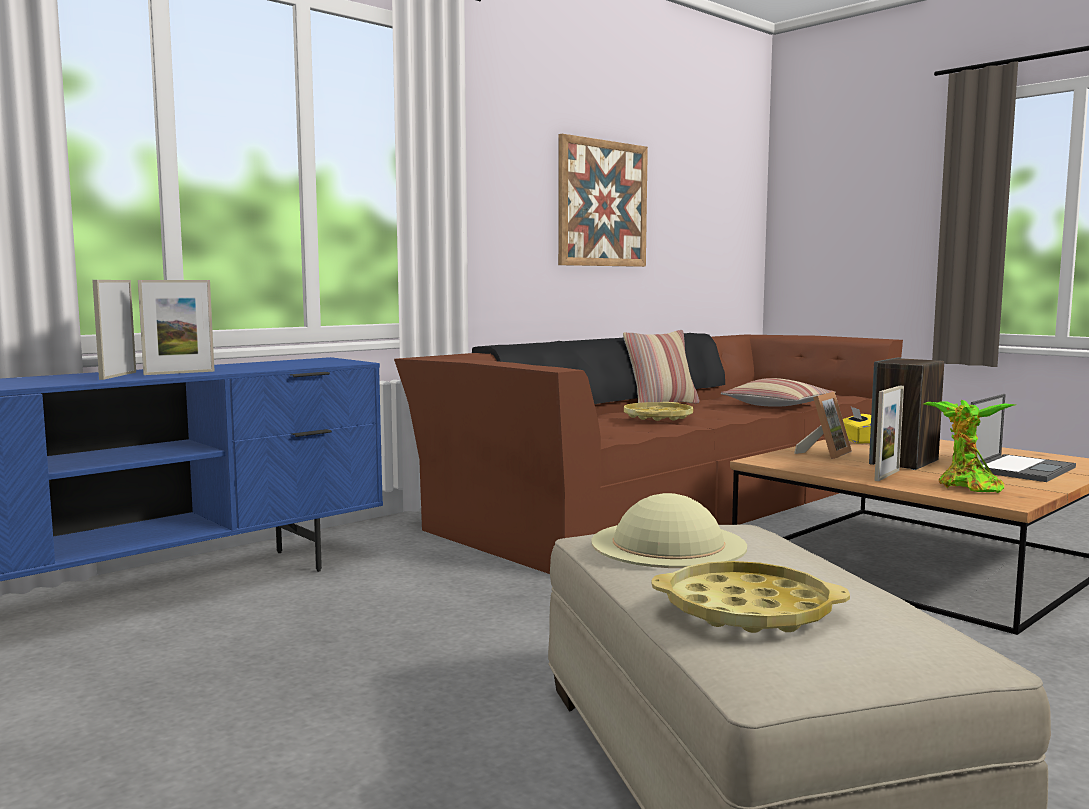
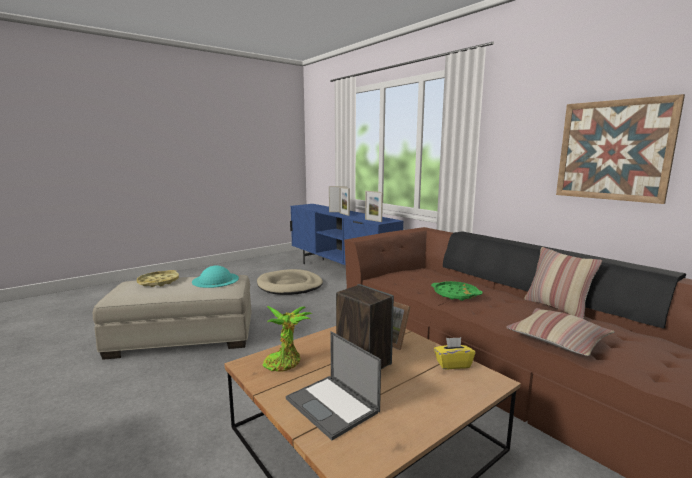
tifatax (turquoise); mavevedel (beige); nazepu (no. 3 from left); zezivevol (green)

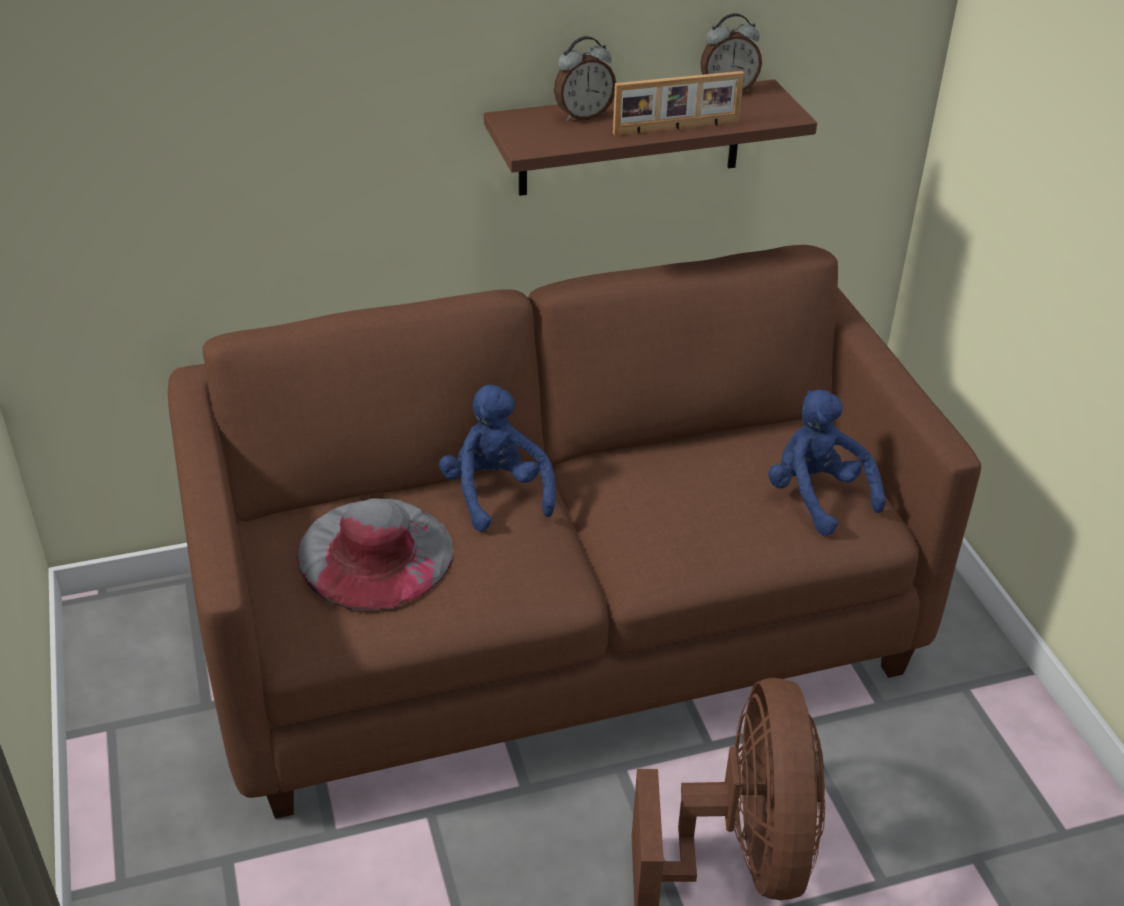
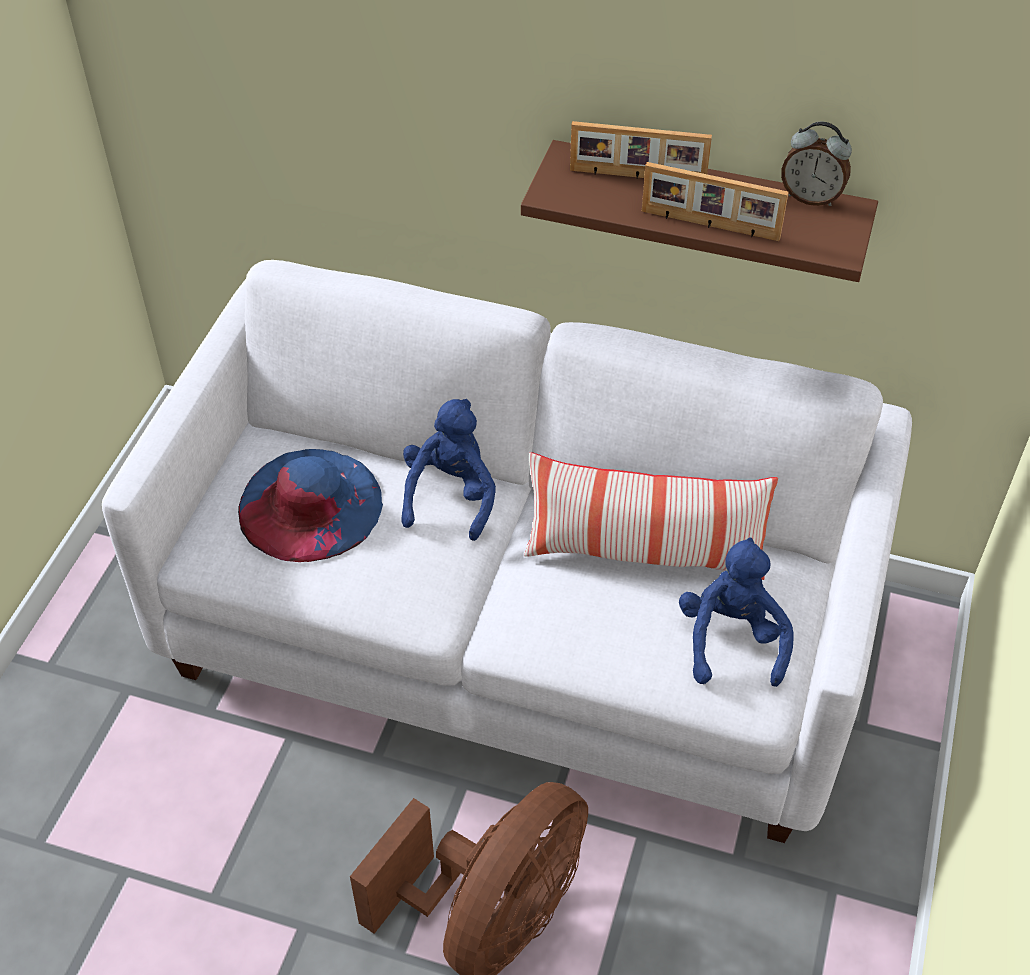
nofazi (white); tifatax (blue); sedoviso; nazepu (no. 1 from left)

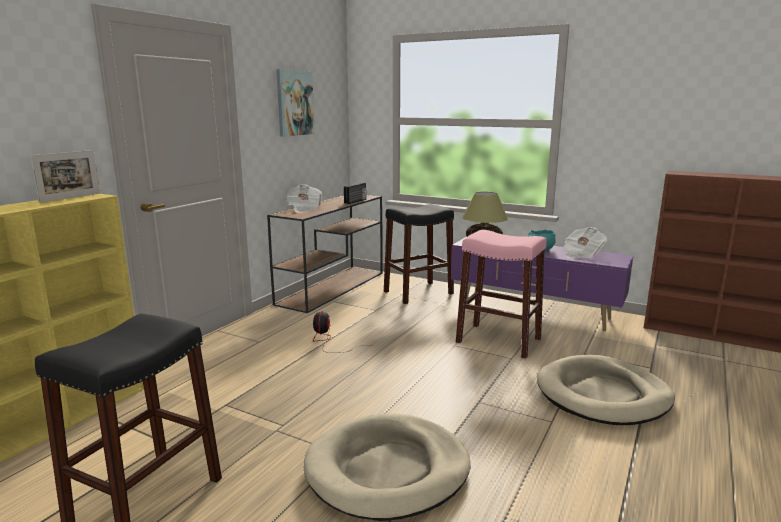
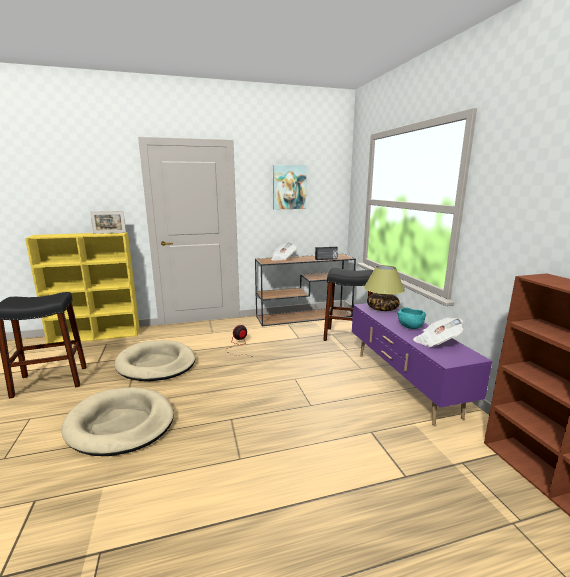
mavevedel (beige) (no. 2 from left); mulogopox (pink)

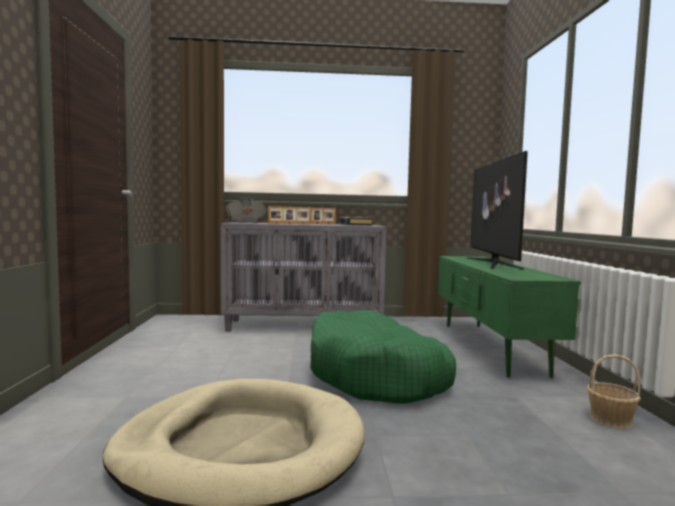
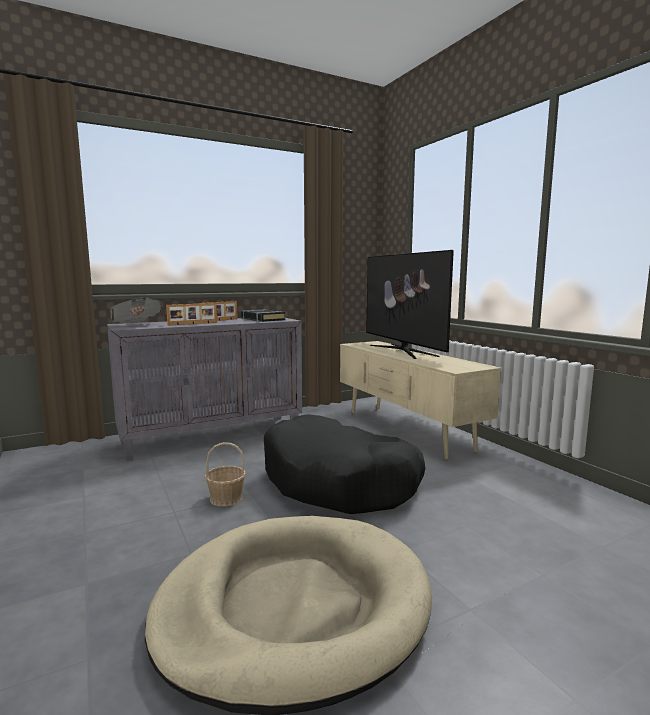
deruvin; mavevedel (black); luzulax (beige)

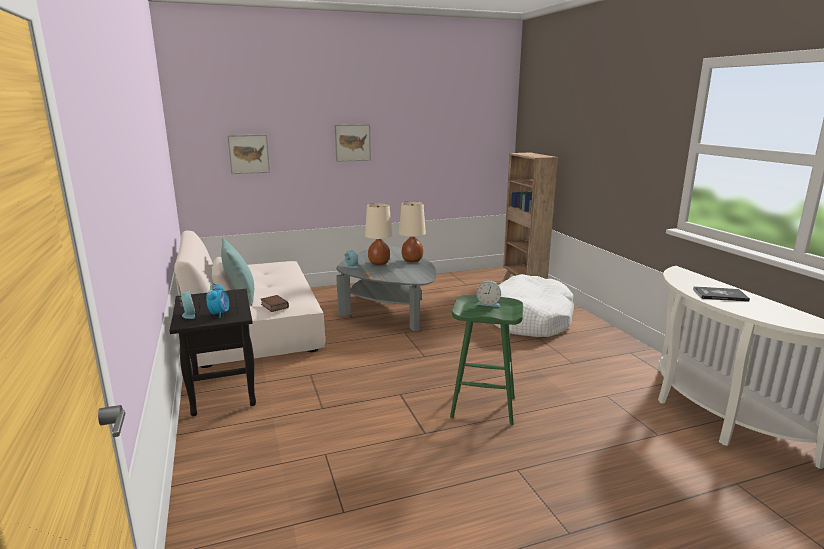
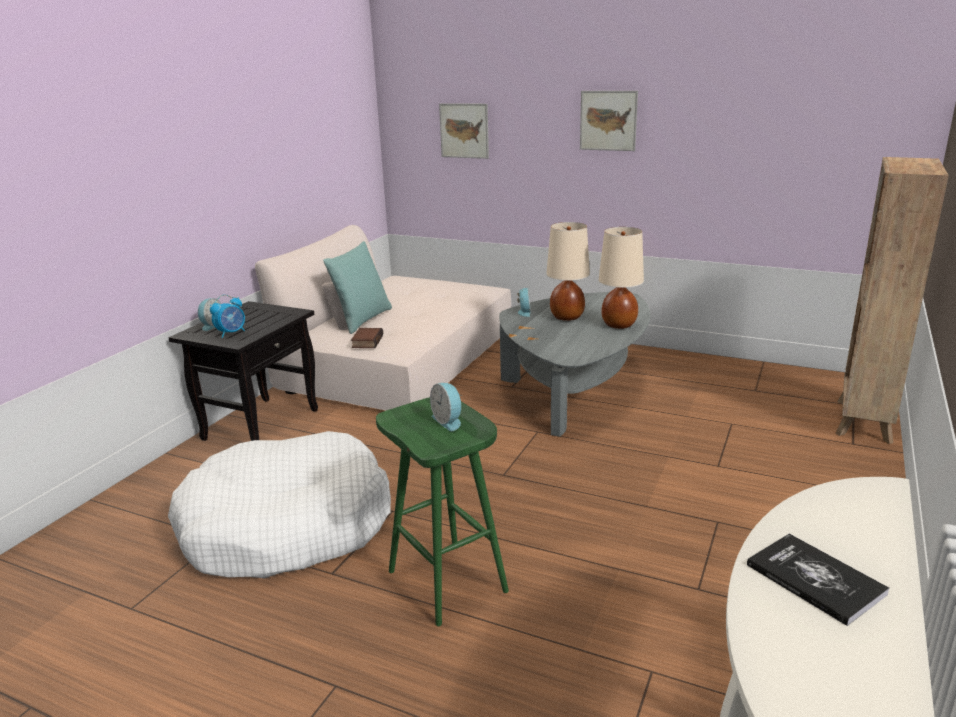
mavevedel (white)

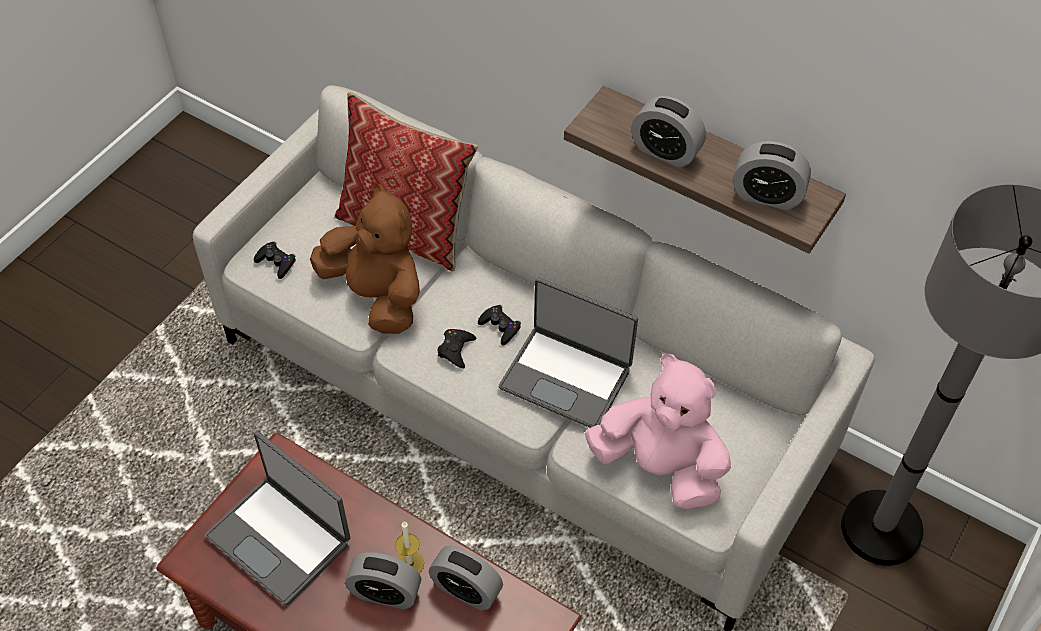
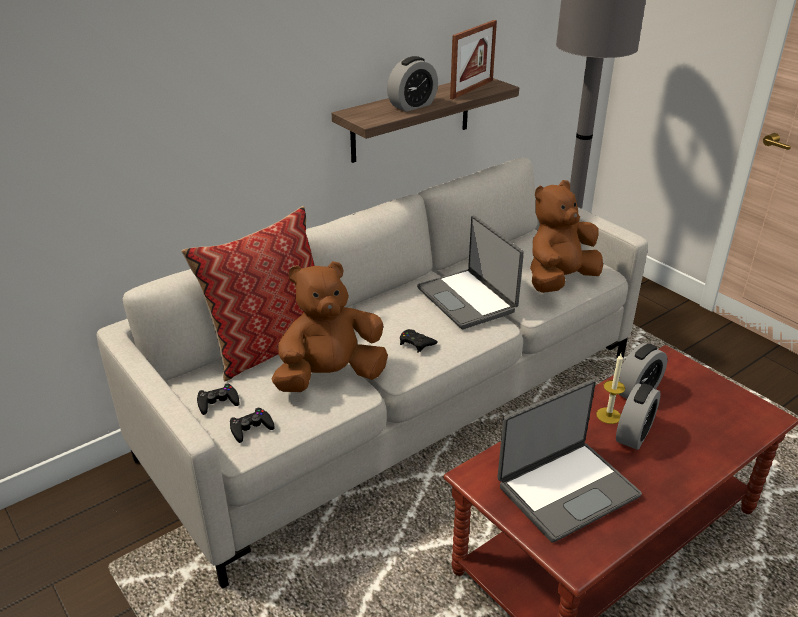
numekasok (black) (no. 1 from left); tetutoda (no. 1 from left); nazepu; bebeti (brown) (no. 2 from left)

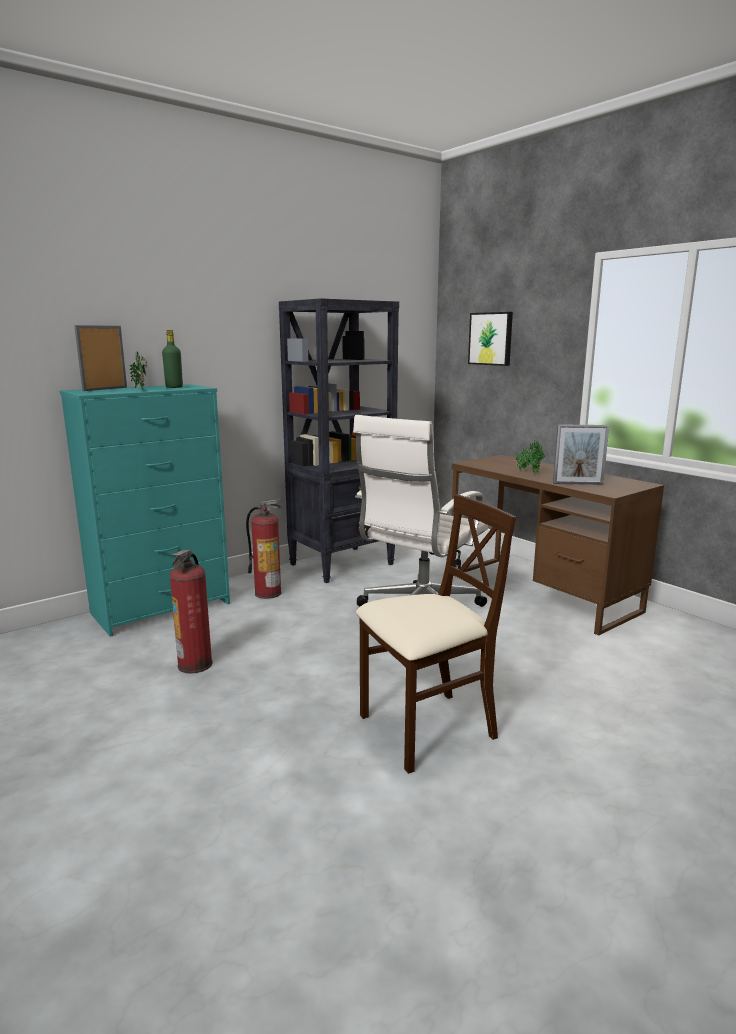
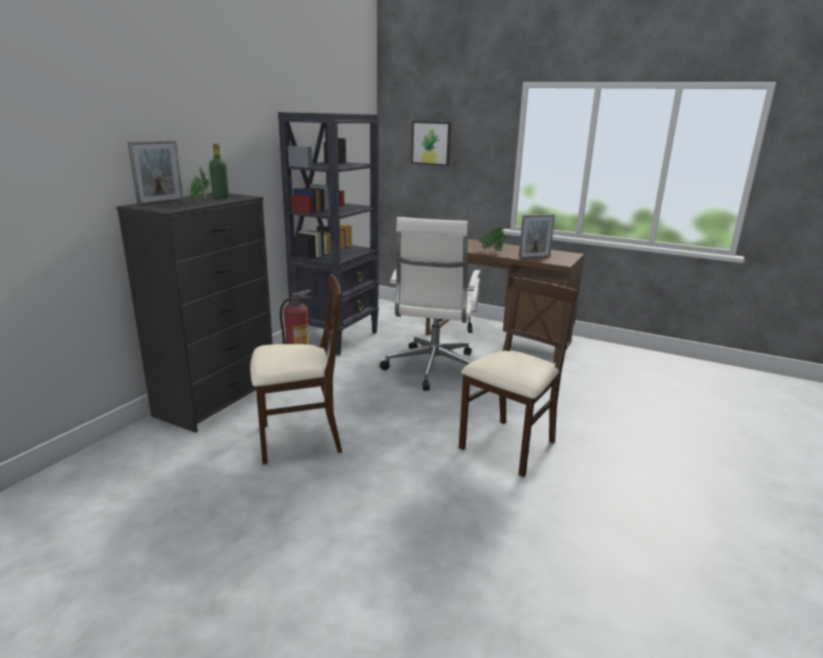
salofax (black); nazepu (no. 1 from left); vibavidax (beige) (no. 1 from left)

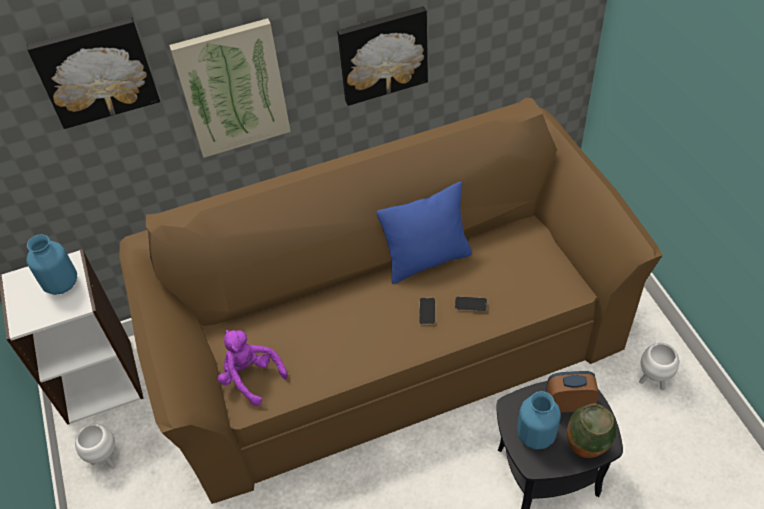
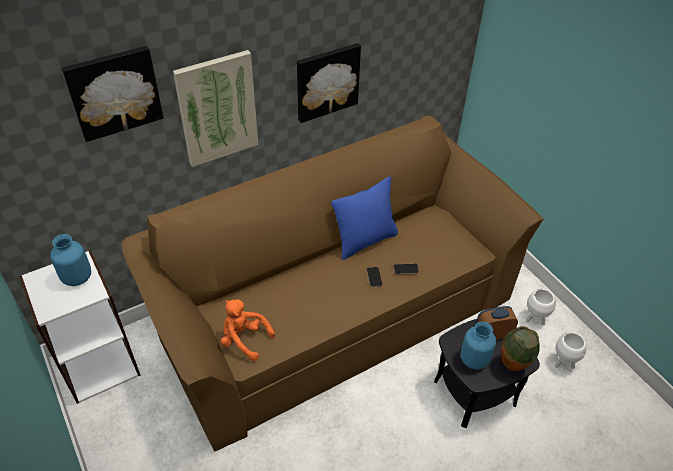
bebeti (orange); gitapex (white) (no. 2 from left)

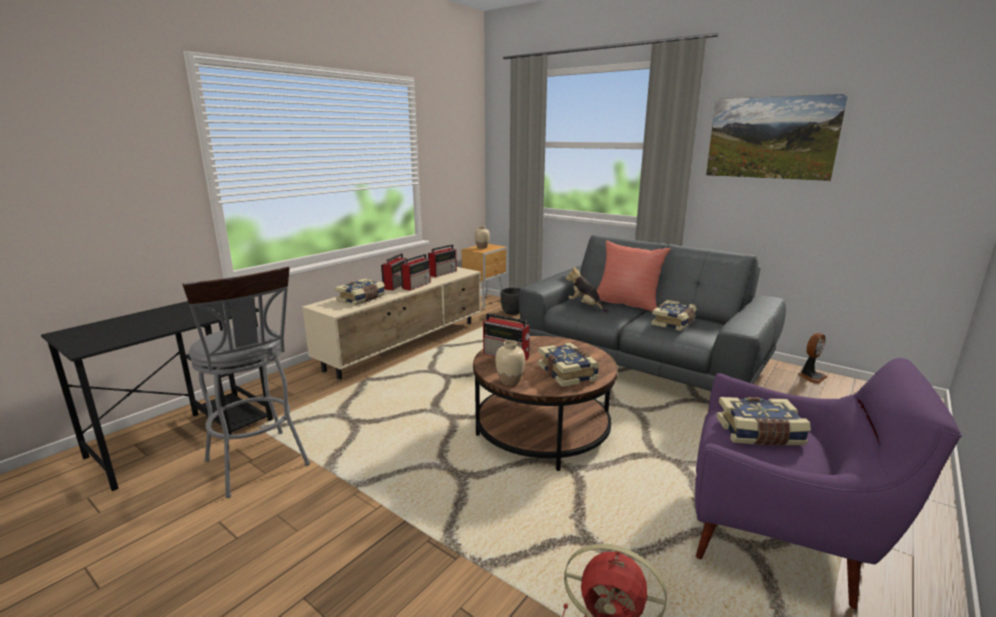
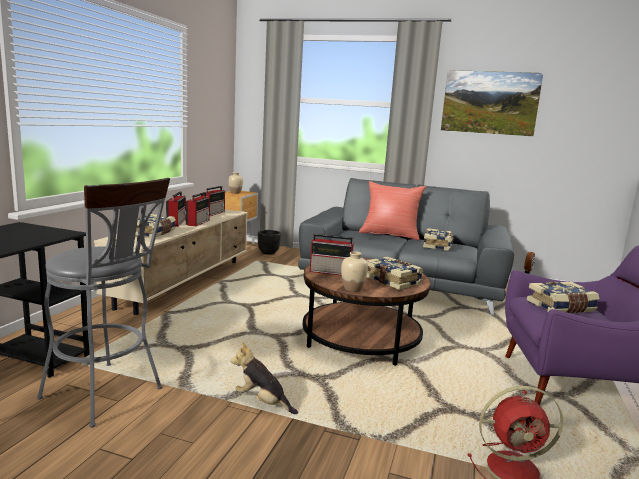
bebeti

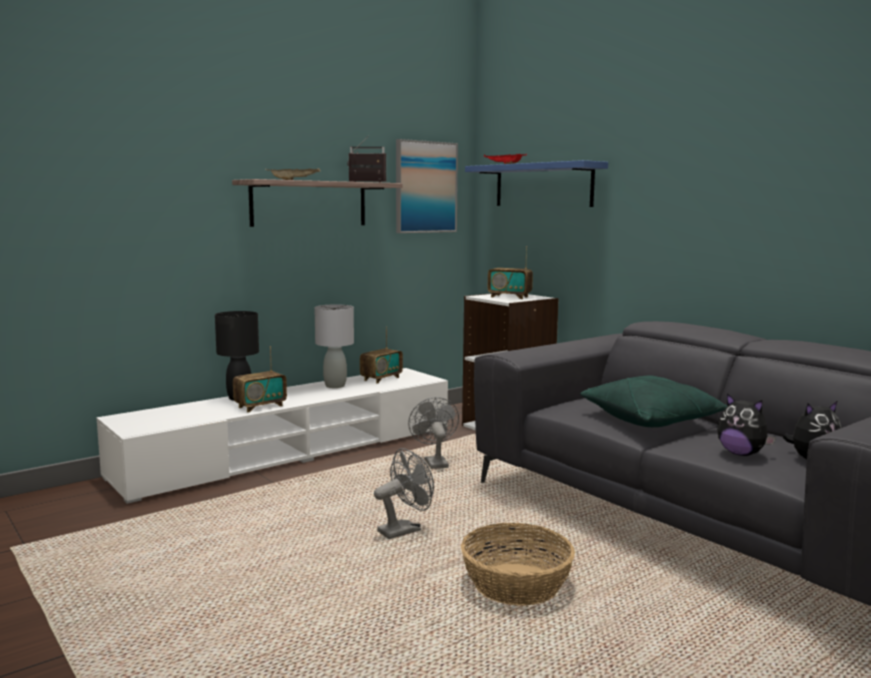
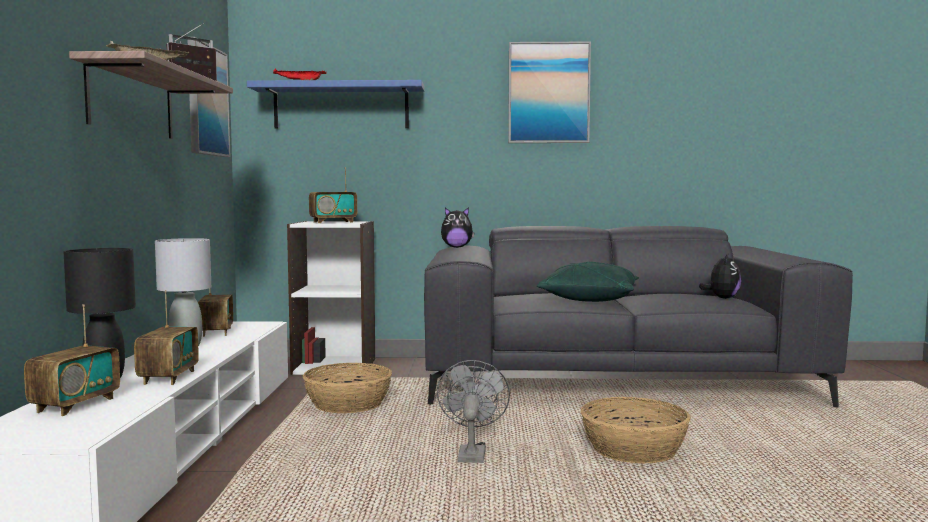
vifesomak (no. 1 from left); deruvin (no. 1 from left); bebeti (no. 1 from left); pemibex (no. 2 from left)

